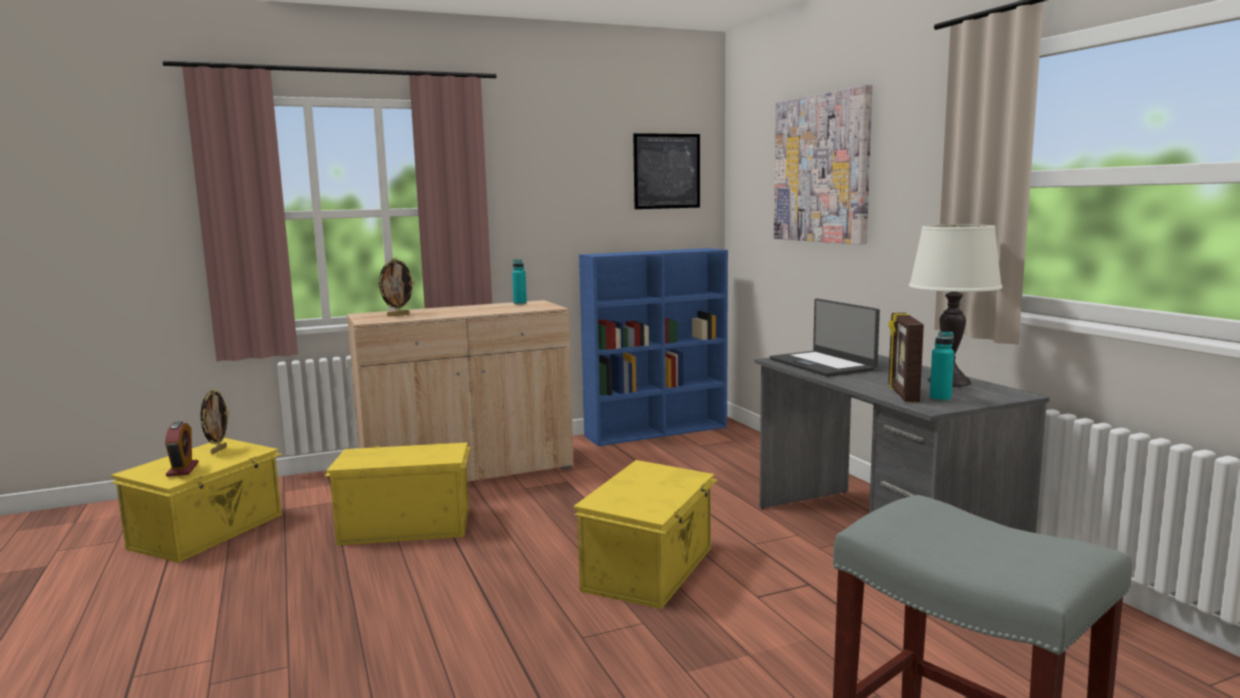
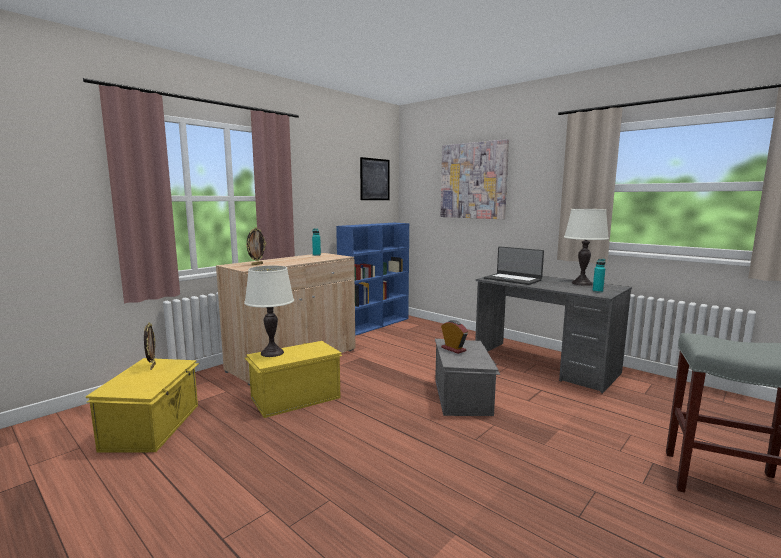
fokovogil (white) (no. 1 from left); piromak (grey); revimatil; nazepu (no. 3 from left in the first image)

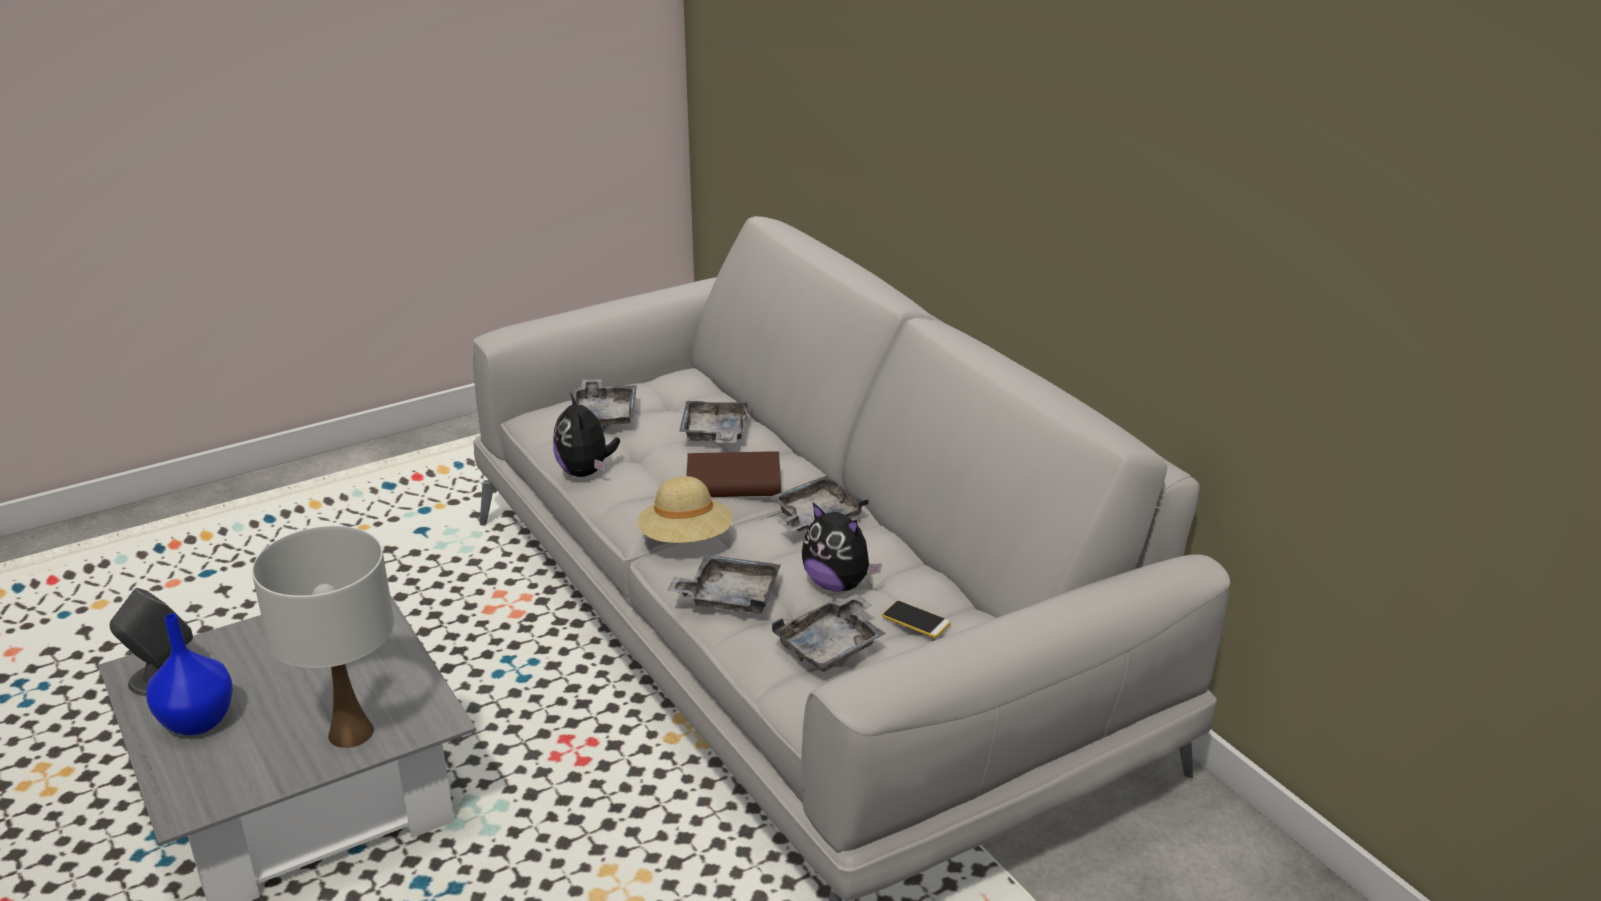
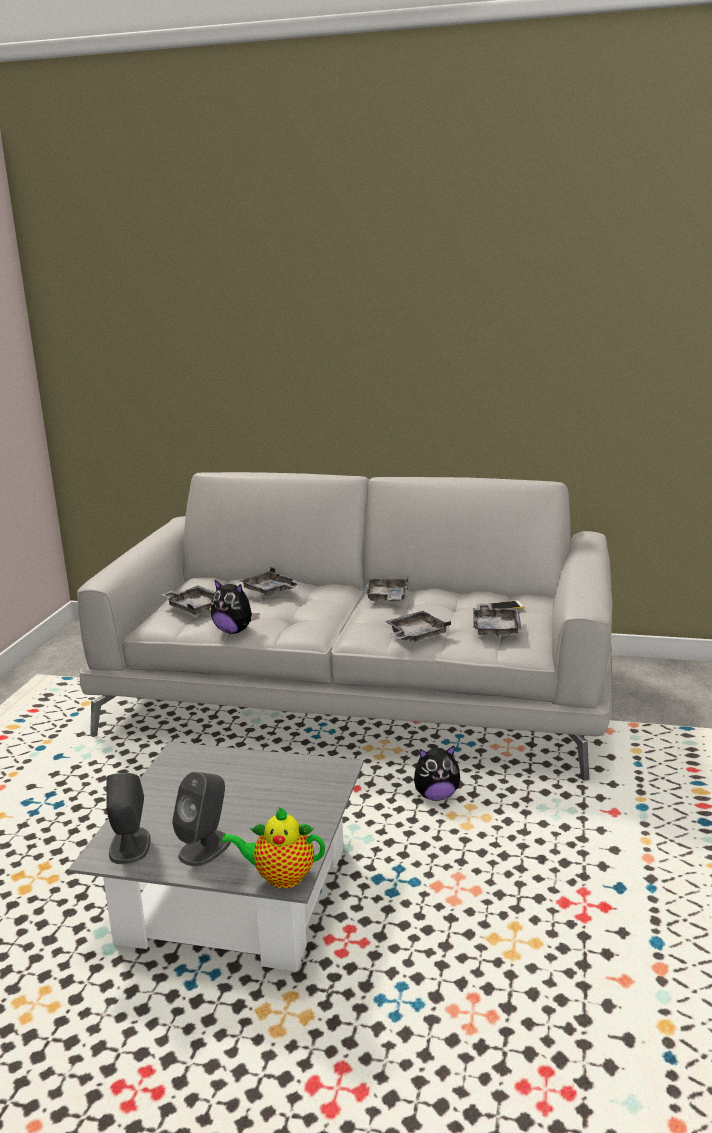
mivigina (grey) (no. 2 from left); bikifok; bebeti (no. 2 from left); fokovogil (white); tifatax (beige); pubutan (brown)

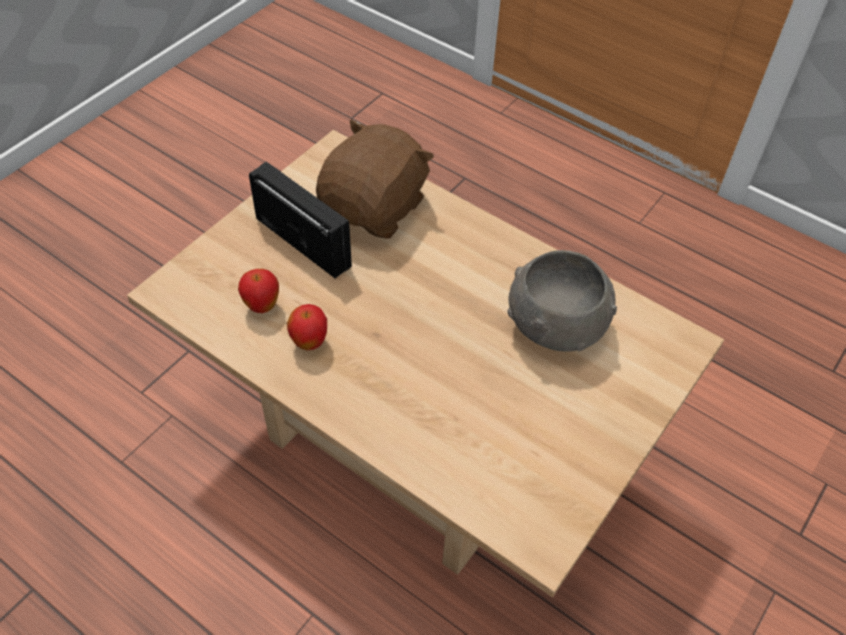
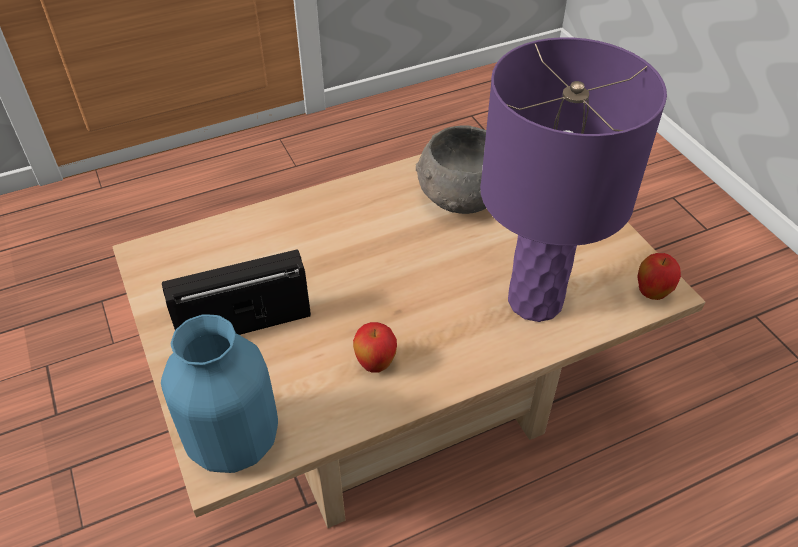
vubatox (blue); fokovogil (purple); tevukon (no. 2 from left); bebeti (brown)

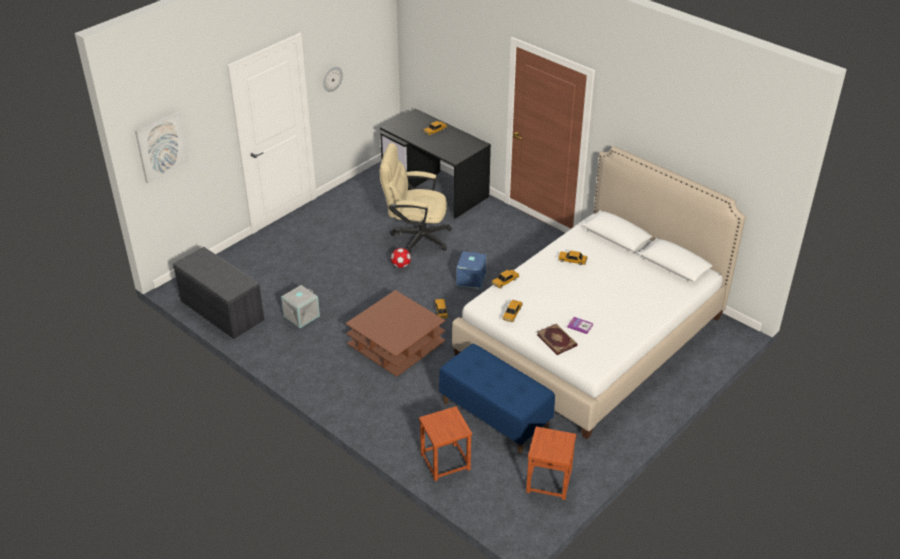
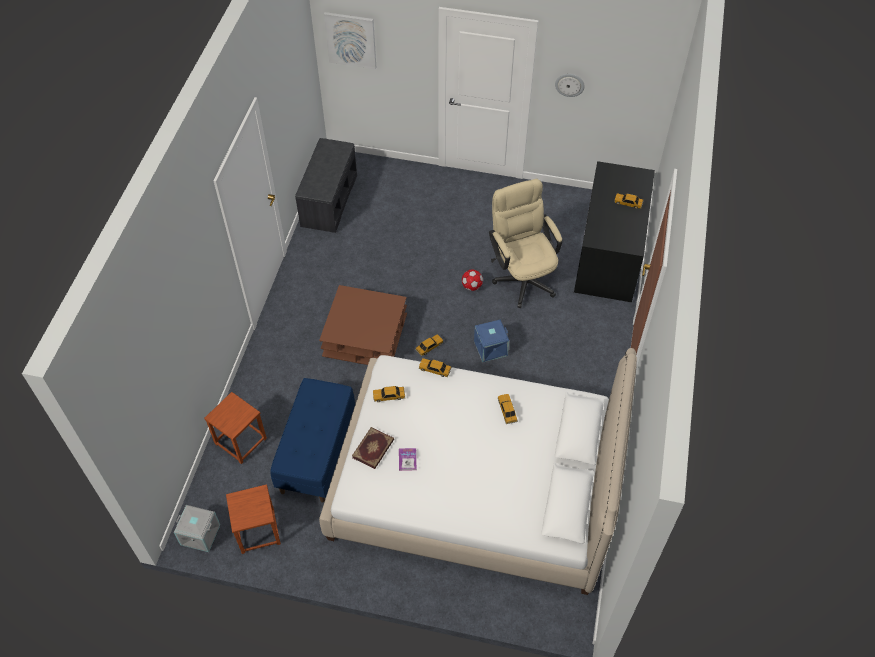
piromak (grey)

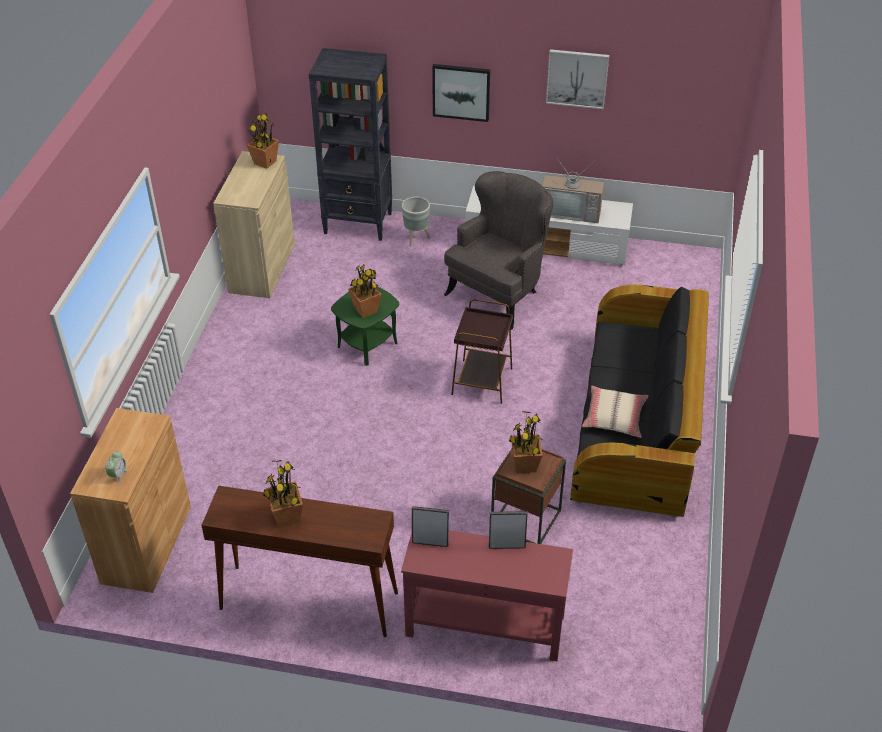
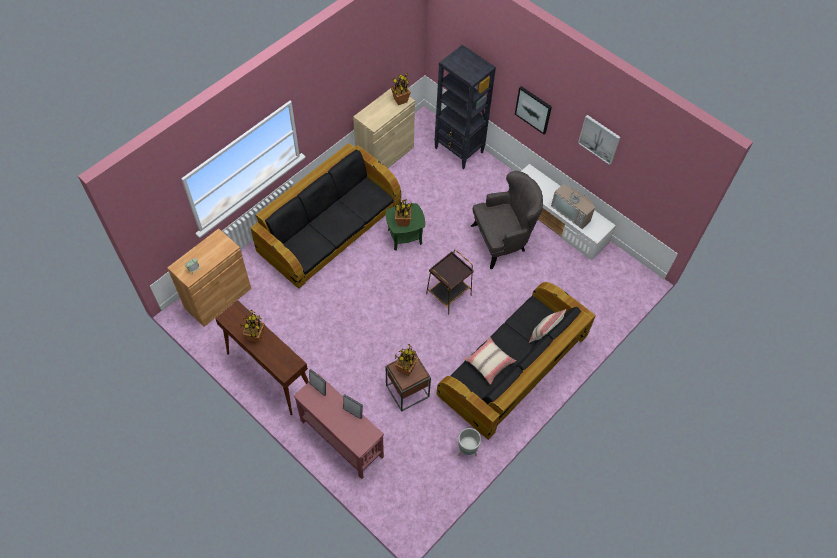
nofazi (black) (no. 1 from left); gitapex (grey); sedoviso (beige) (no. 2 from left)

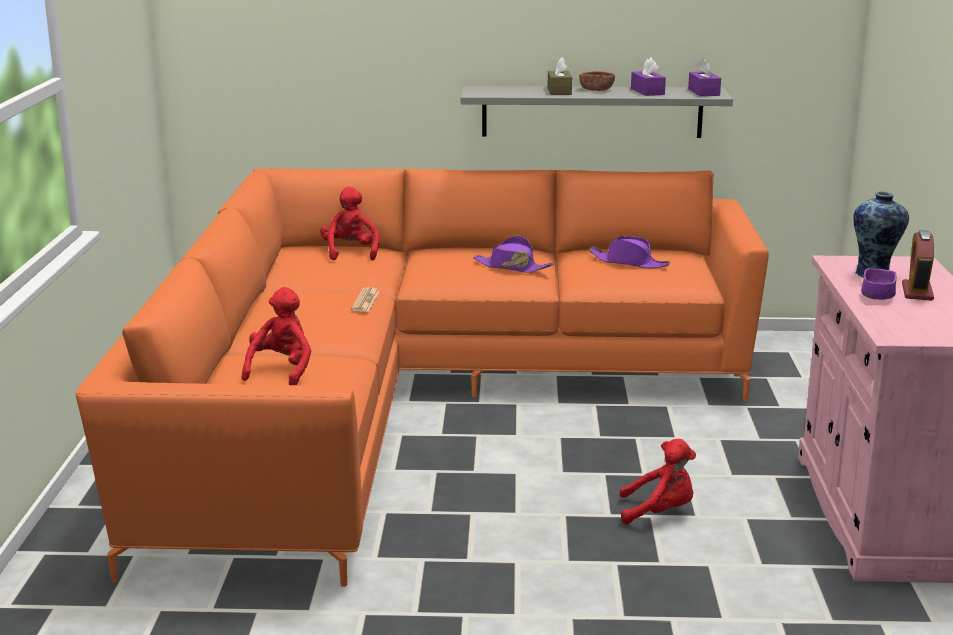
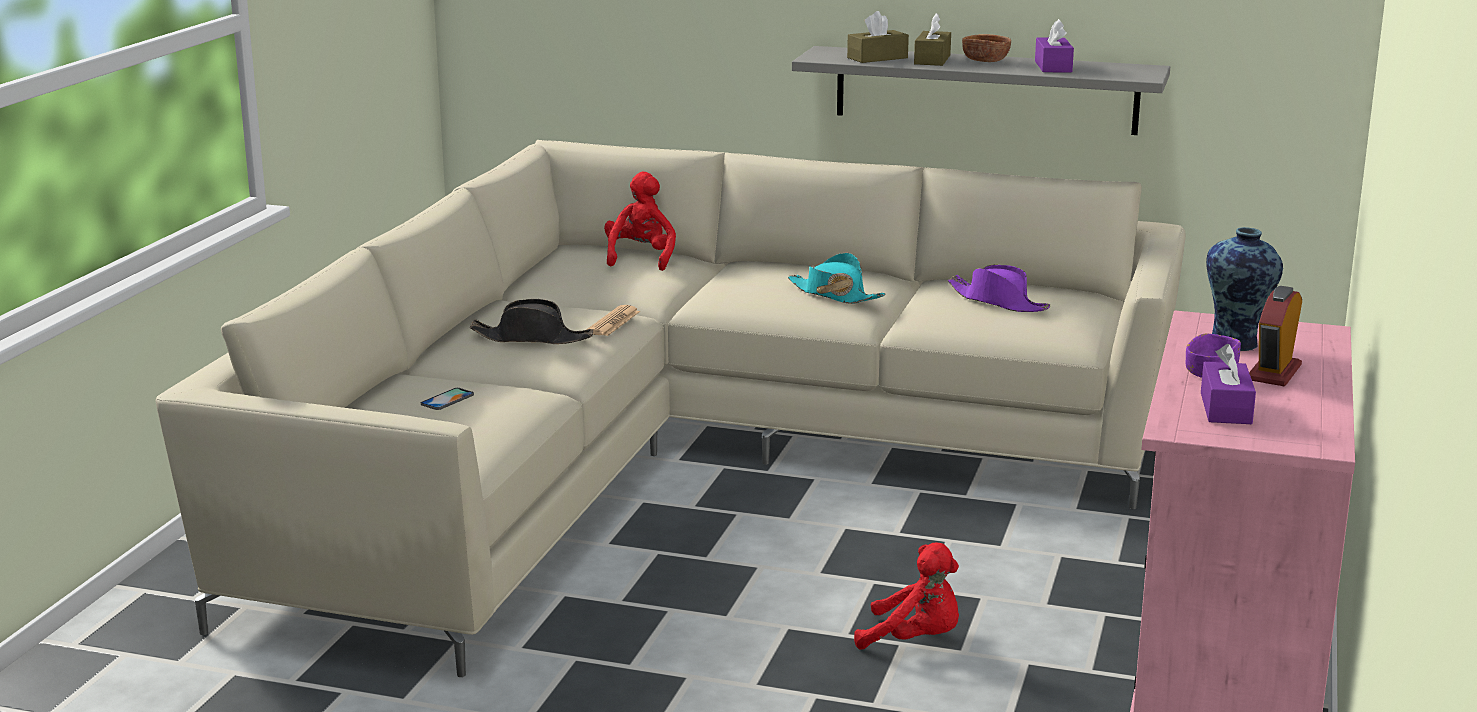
nofazi (beige); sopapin; tifatax (black); tifatax (turquoise); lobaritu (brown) (no. 1 from left); lobaritu (purple) (no. 2 from left)

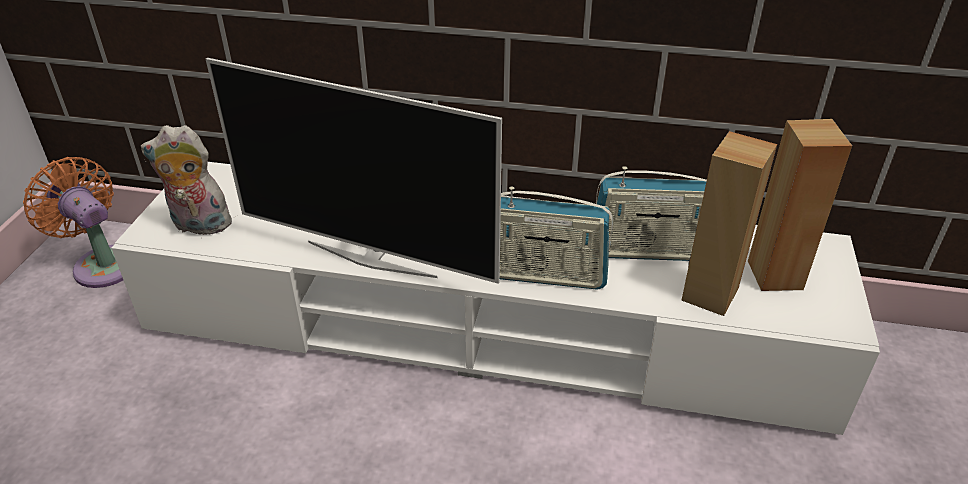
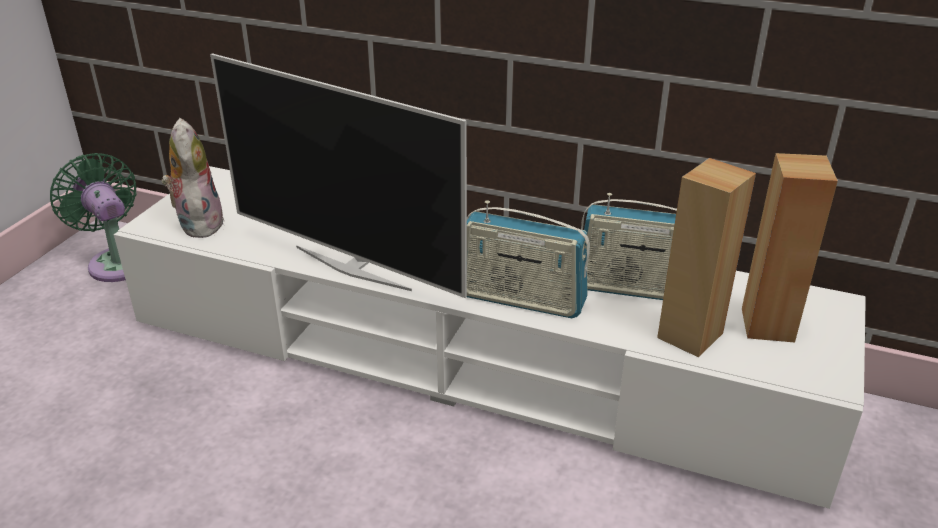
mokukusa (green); bebeti

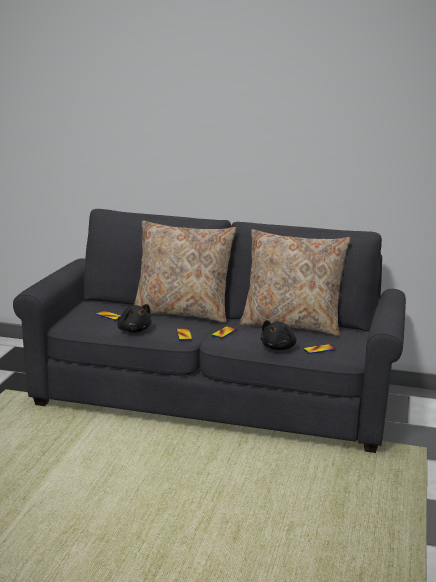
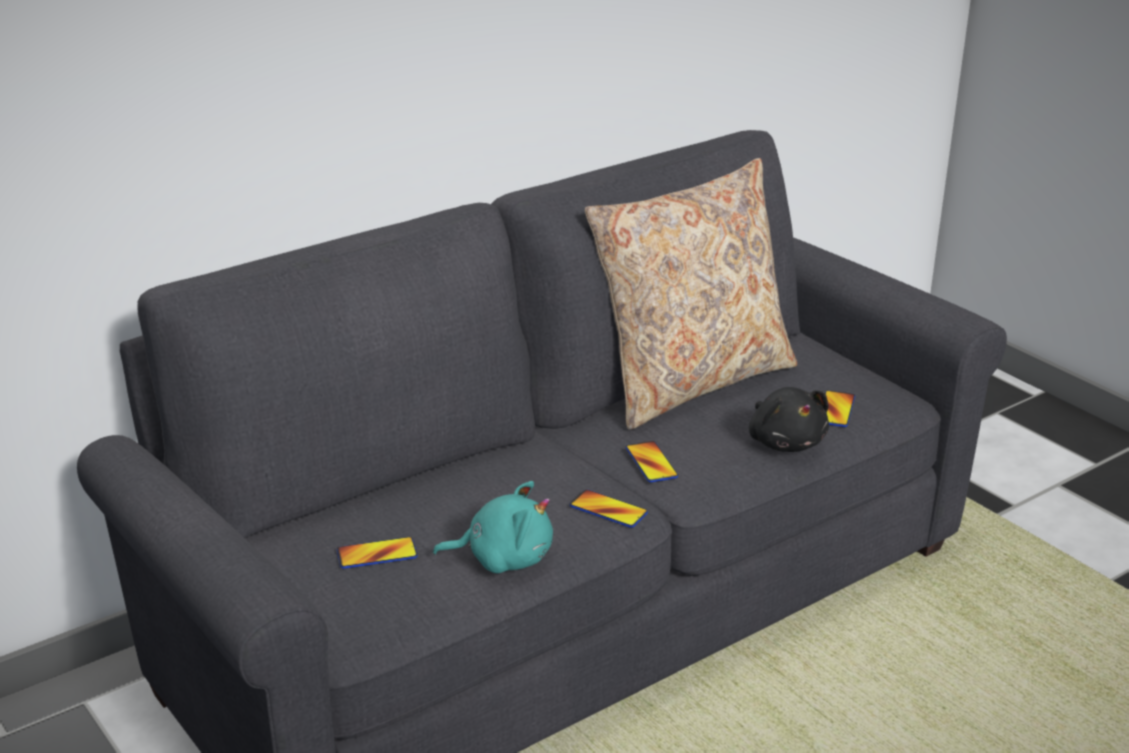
bebeti (turquoise); sedoviso (beige) (no. 1 from left in the first image)

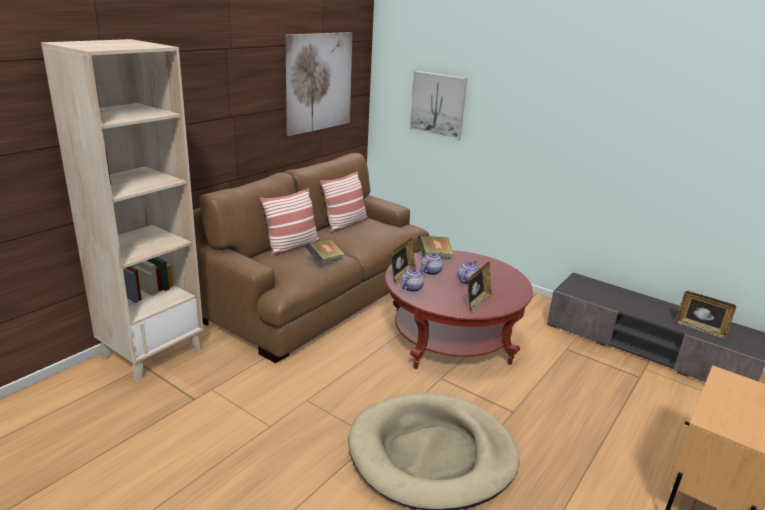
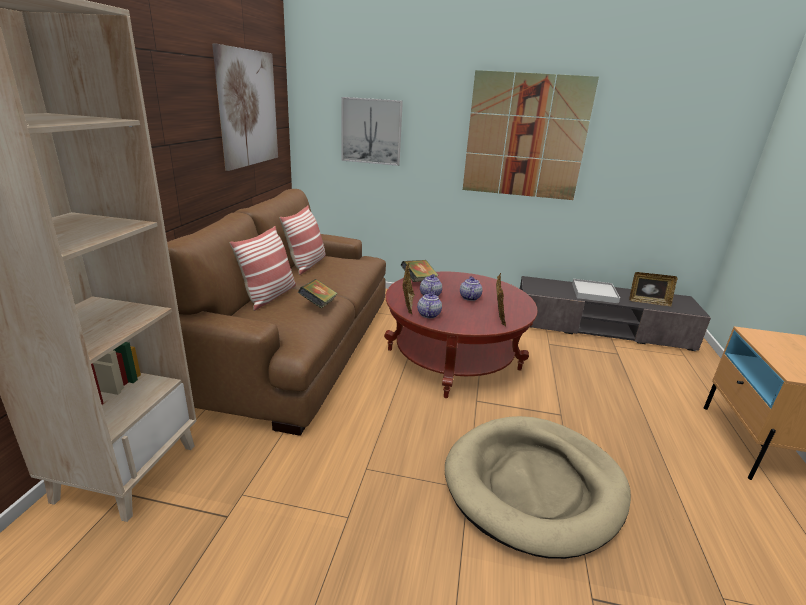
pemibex (no. 3 from left); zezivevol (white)

